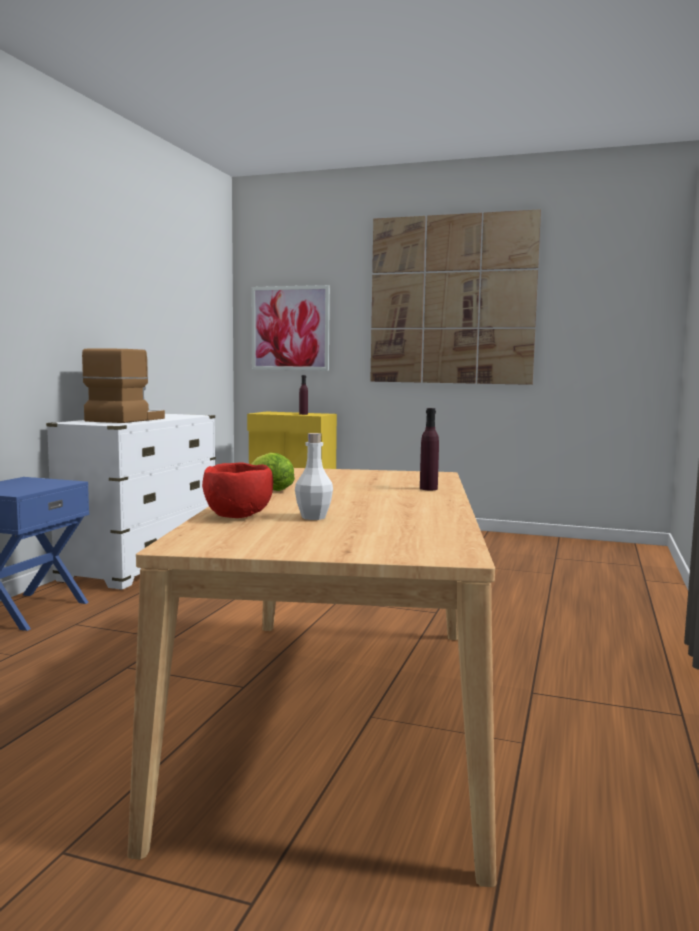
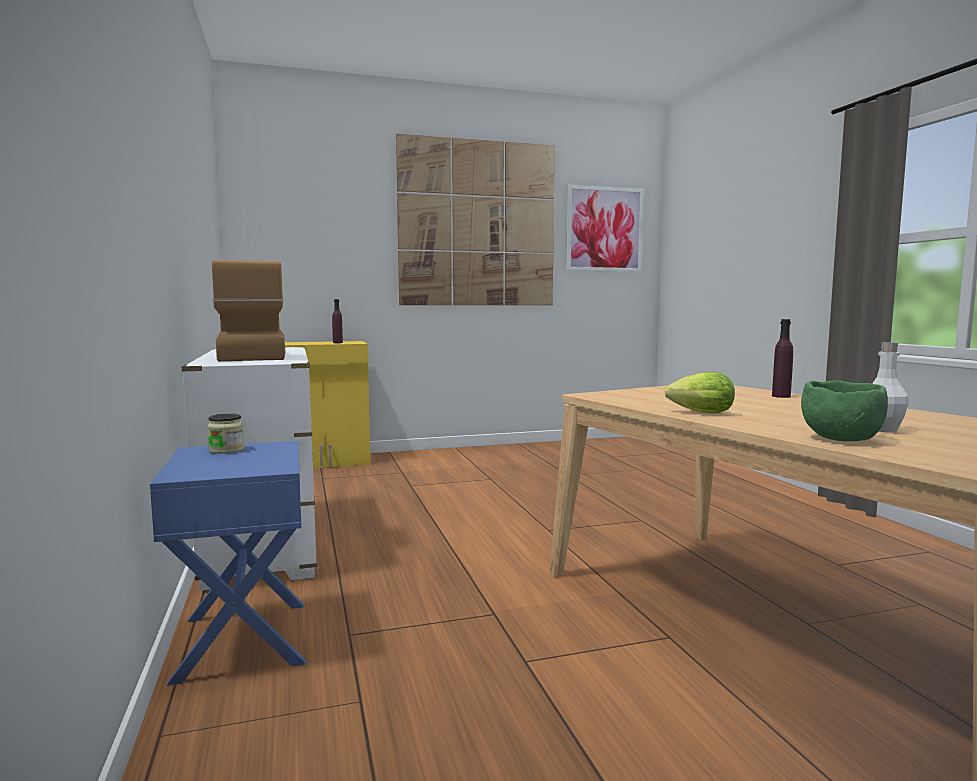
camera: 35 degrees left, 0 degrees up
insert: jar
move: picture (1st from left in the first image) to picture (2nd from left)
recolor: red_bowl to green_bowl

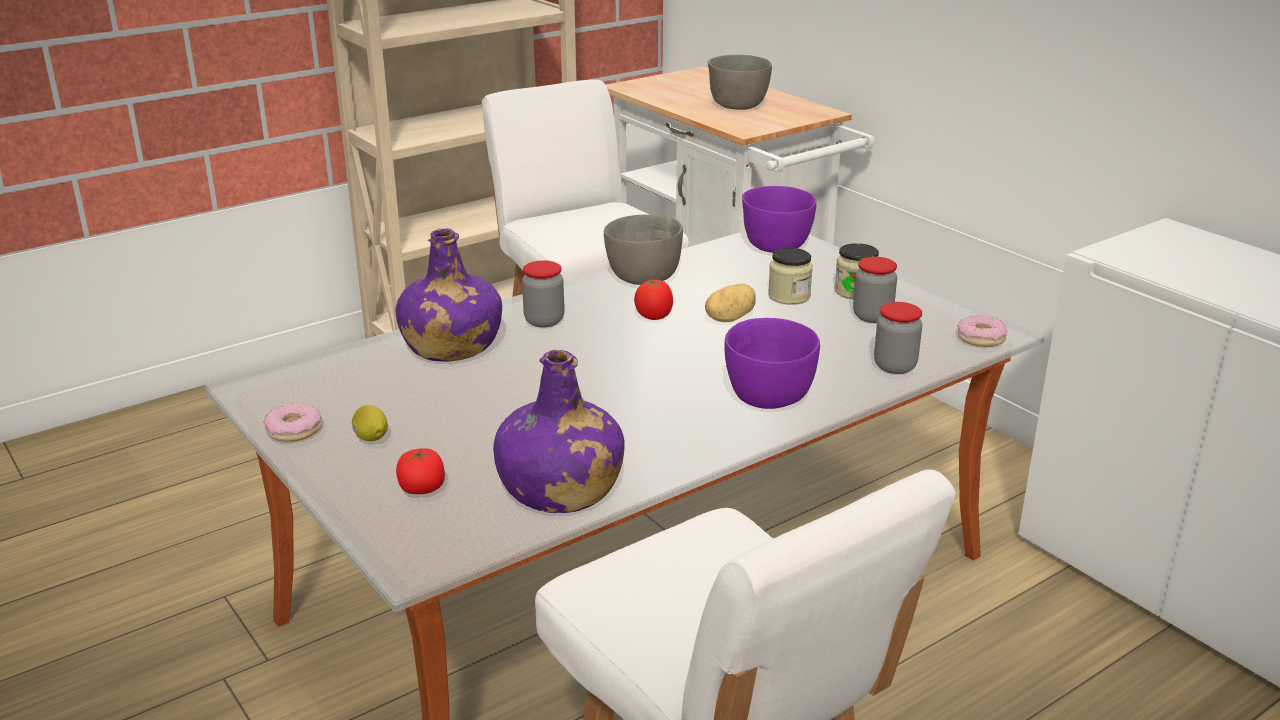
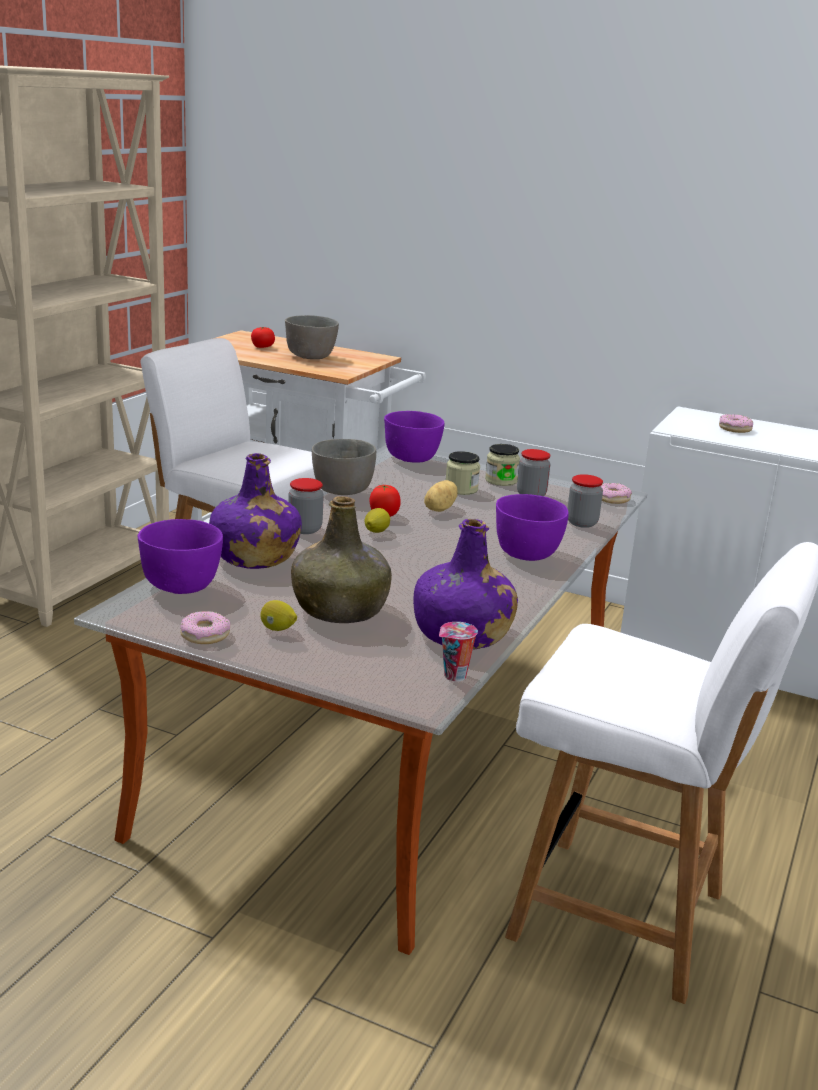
camera: 30 degrees left, 5 degrees down
insert: purple_bowl (1st from left); green_bottle; lemon (2nd from left); cup; donut (3rd from left)
move: tomato (1st from left)

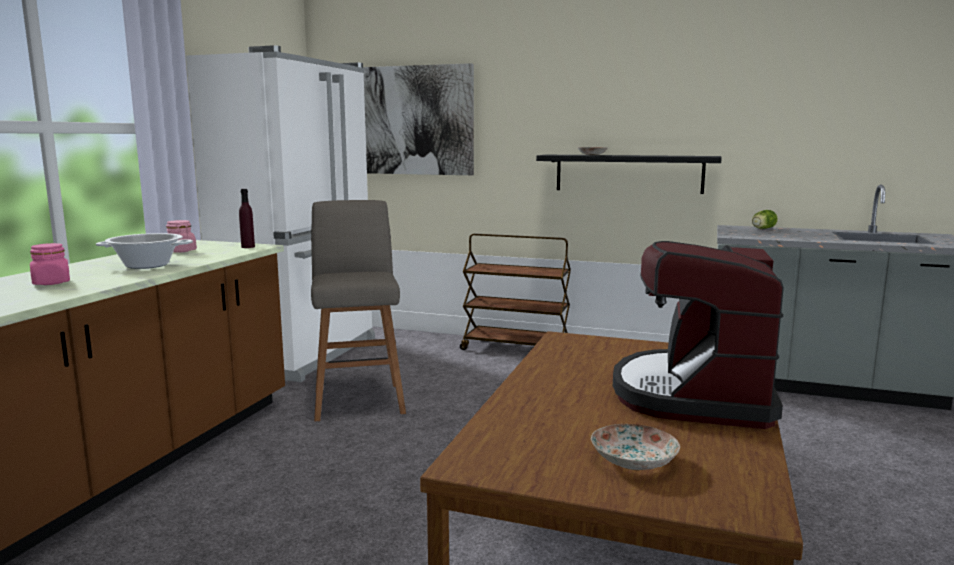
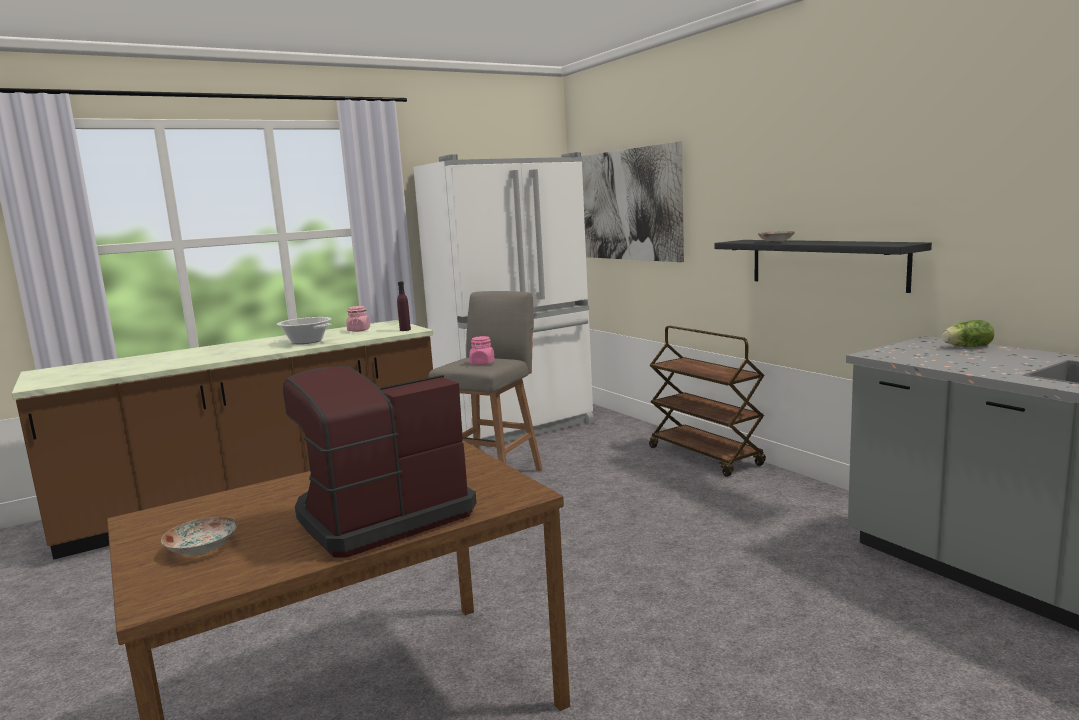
camera: 40 degrees right, 0 degrees up
move: pink_jar (1st from left in the first image) to pink_jar (2nd from left)

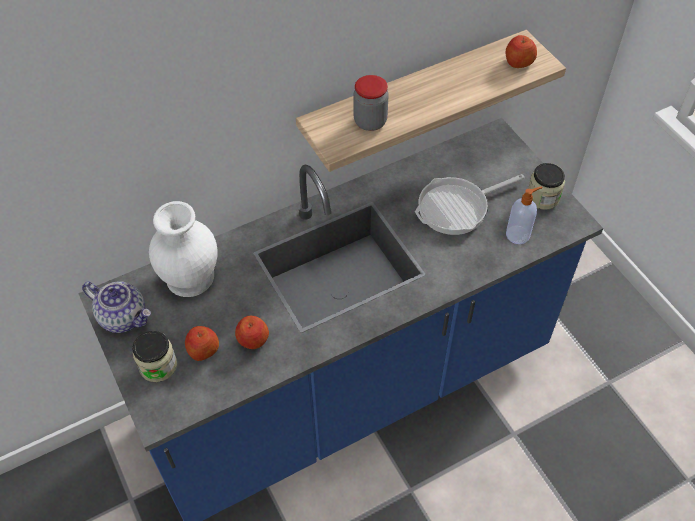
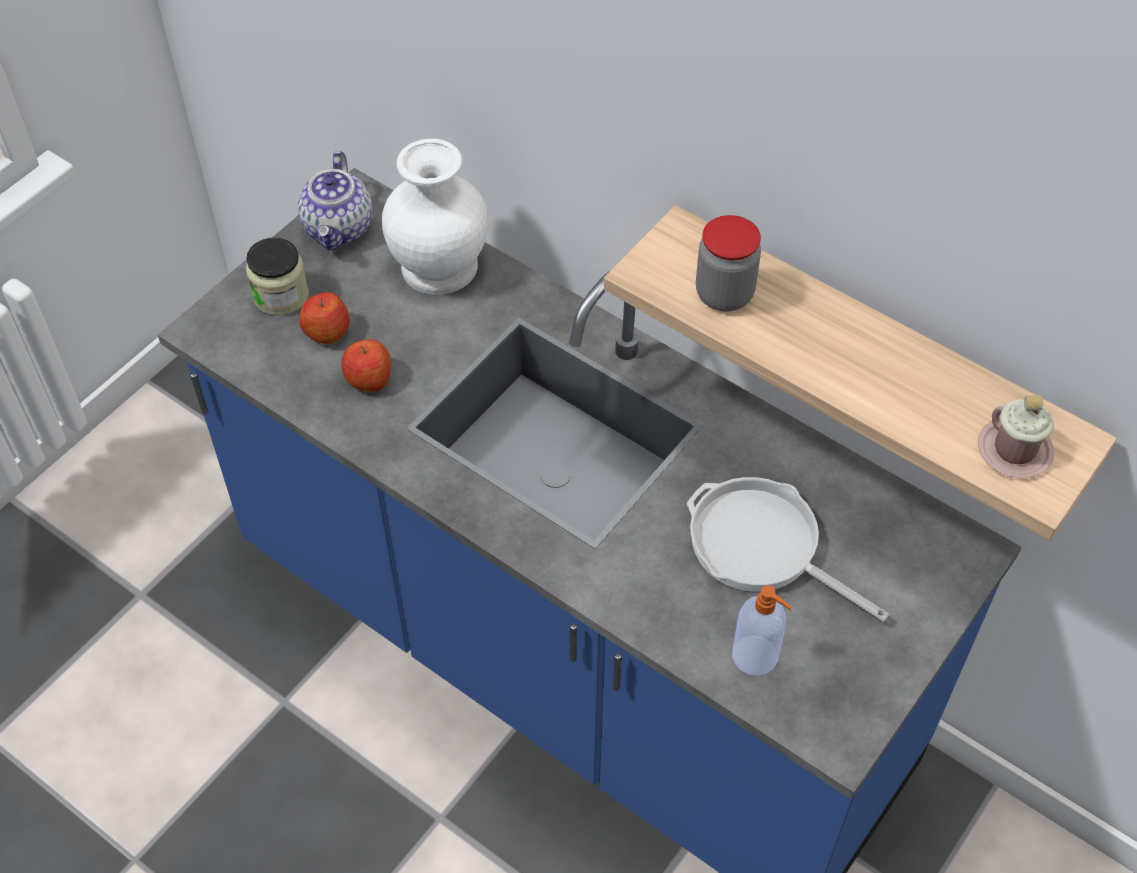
camera: 65 degrees right, 0 degrees up
delete: jar (3rd from left)
replace: apple (3rd from left) to pink_mug

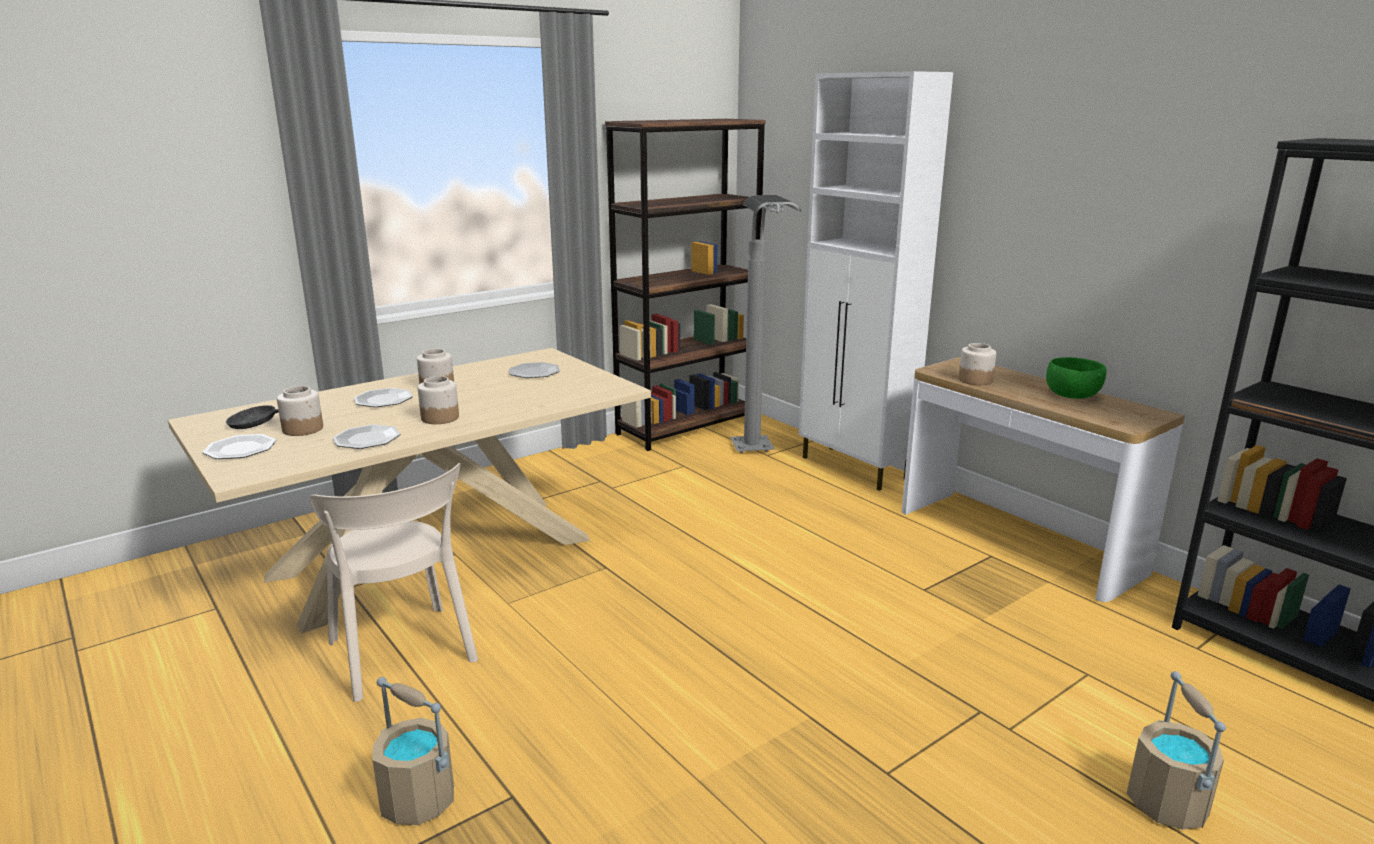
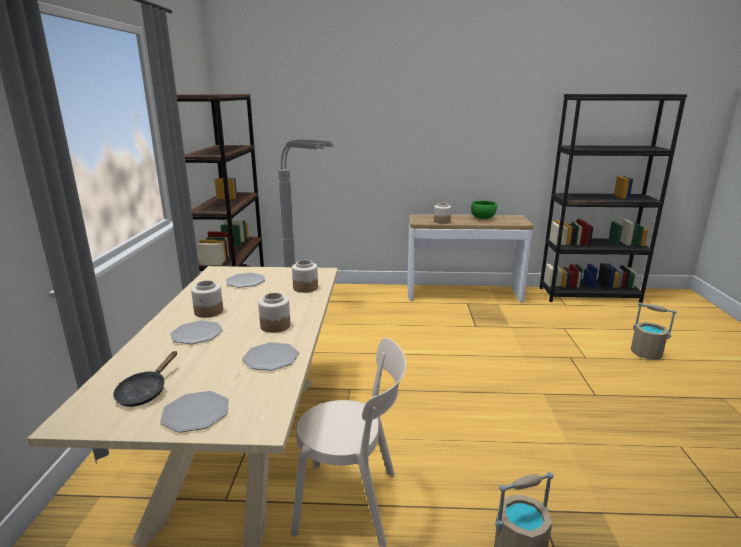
camera: 50 degrees left, 0 degrees up
delete: white_cabinet
move: jar (1st from left in the first image) to jar (3rd from left)

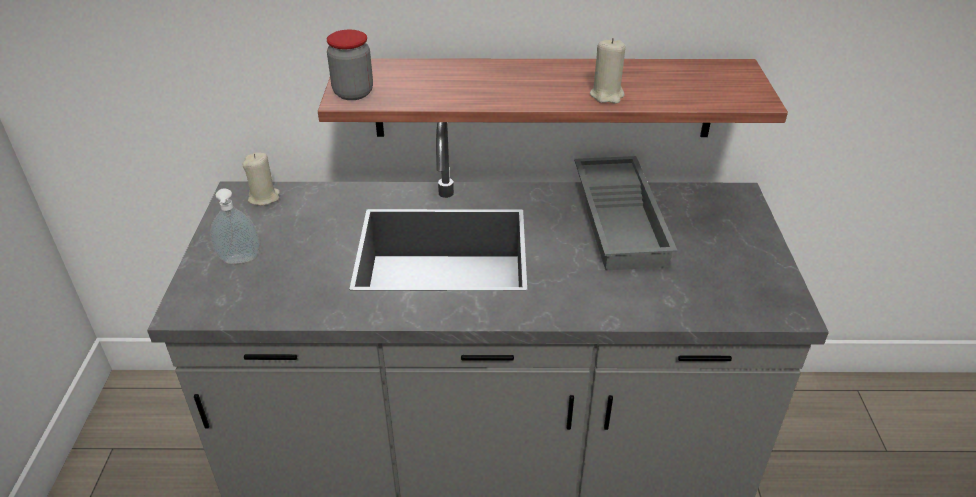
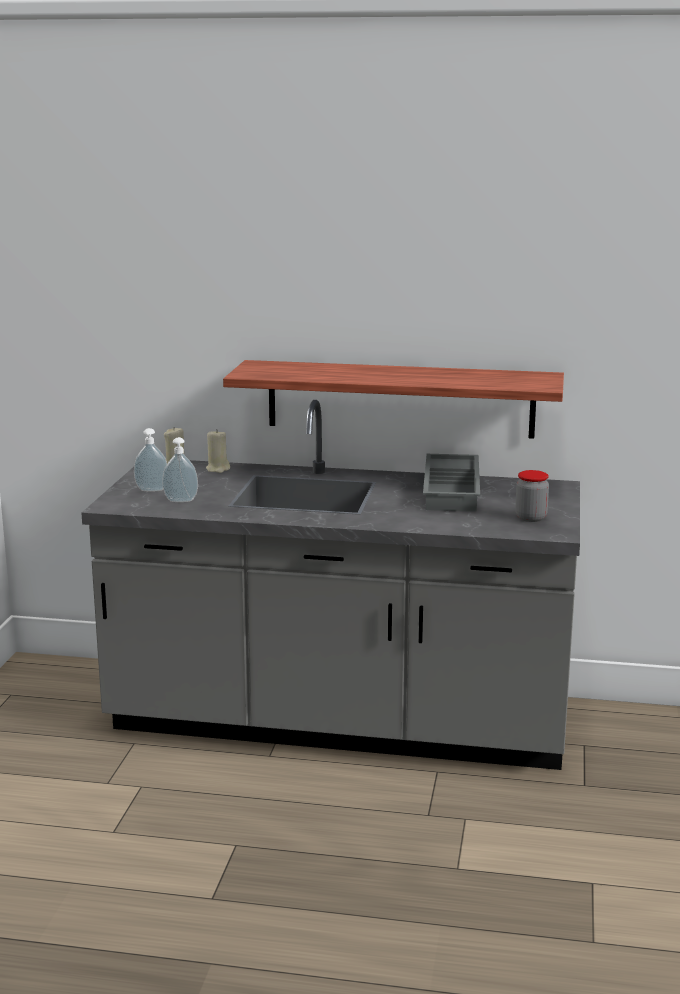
camera: 10 degrees right, 20 degrees down
insert: soap_dispenser (2nd from left)
move: jar; beige_candle (2nd from left)

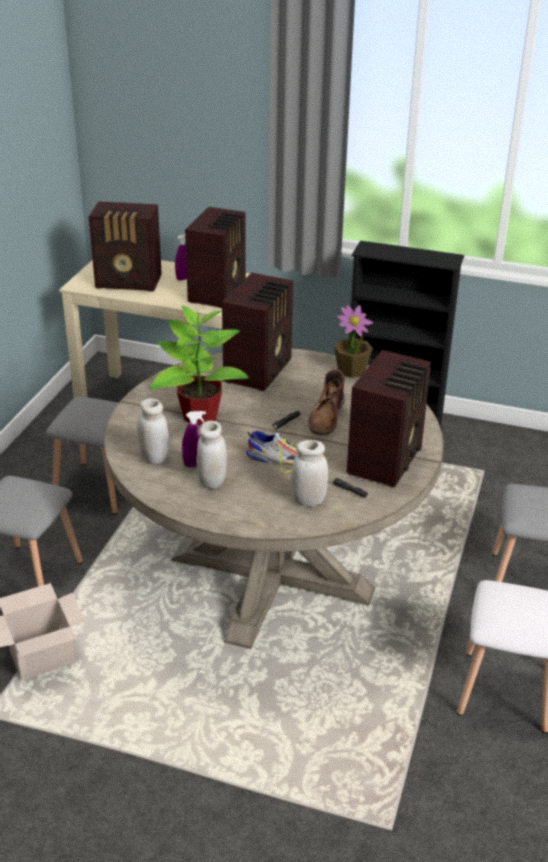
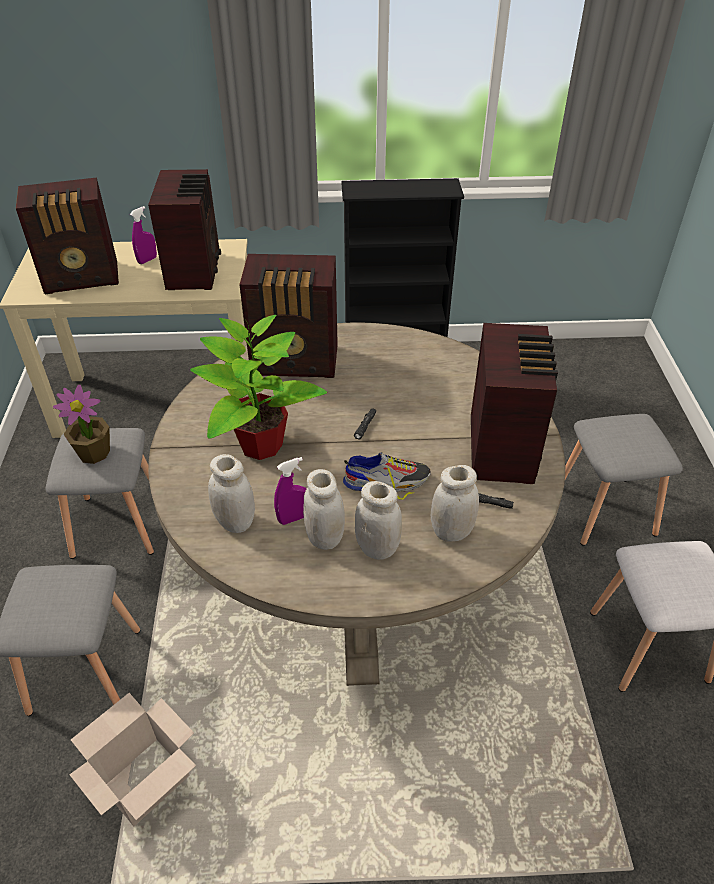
camera: 20 degrees left, 10 degrees up
delete: brown_boot
insert: white_jar (3rd from left)
move: potted_plant (2nd from left in the first image) to potted_plant (1st from left)
rotate: radio (3rd from left) 90 degrees clockwise

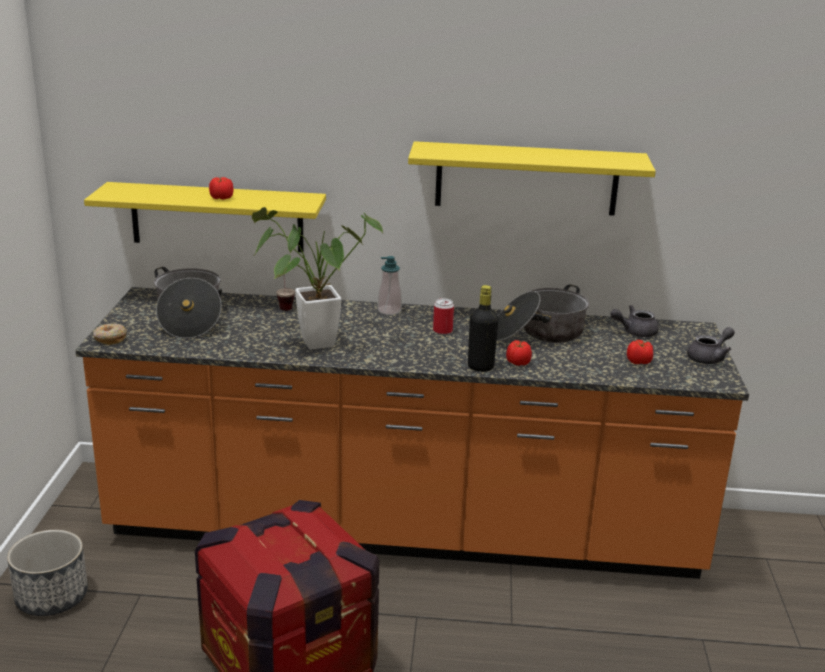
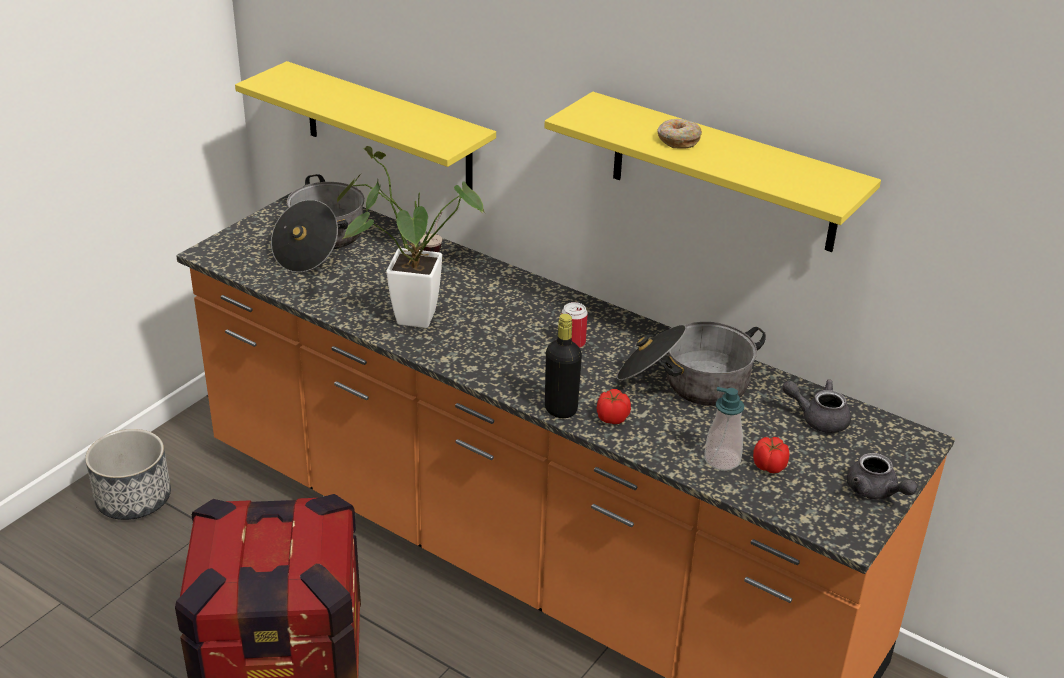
camera: 30 degrees right, 10 degrees up
delete: tomato (1st from left)
move: donut; soap_dispenser
rotate: grey_teapot (2nd from left) 60 degrees clockwise

